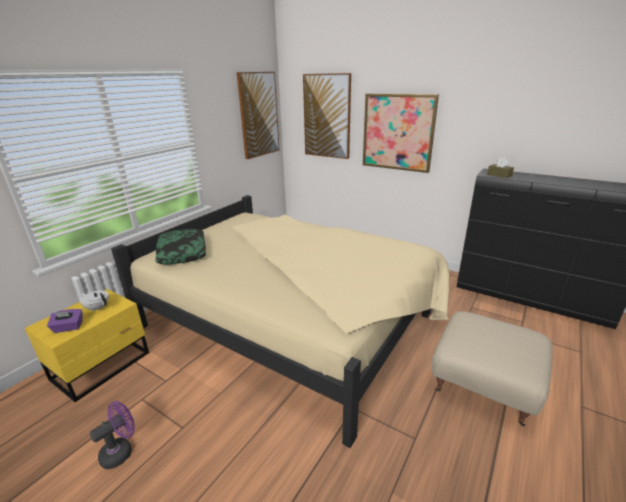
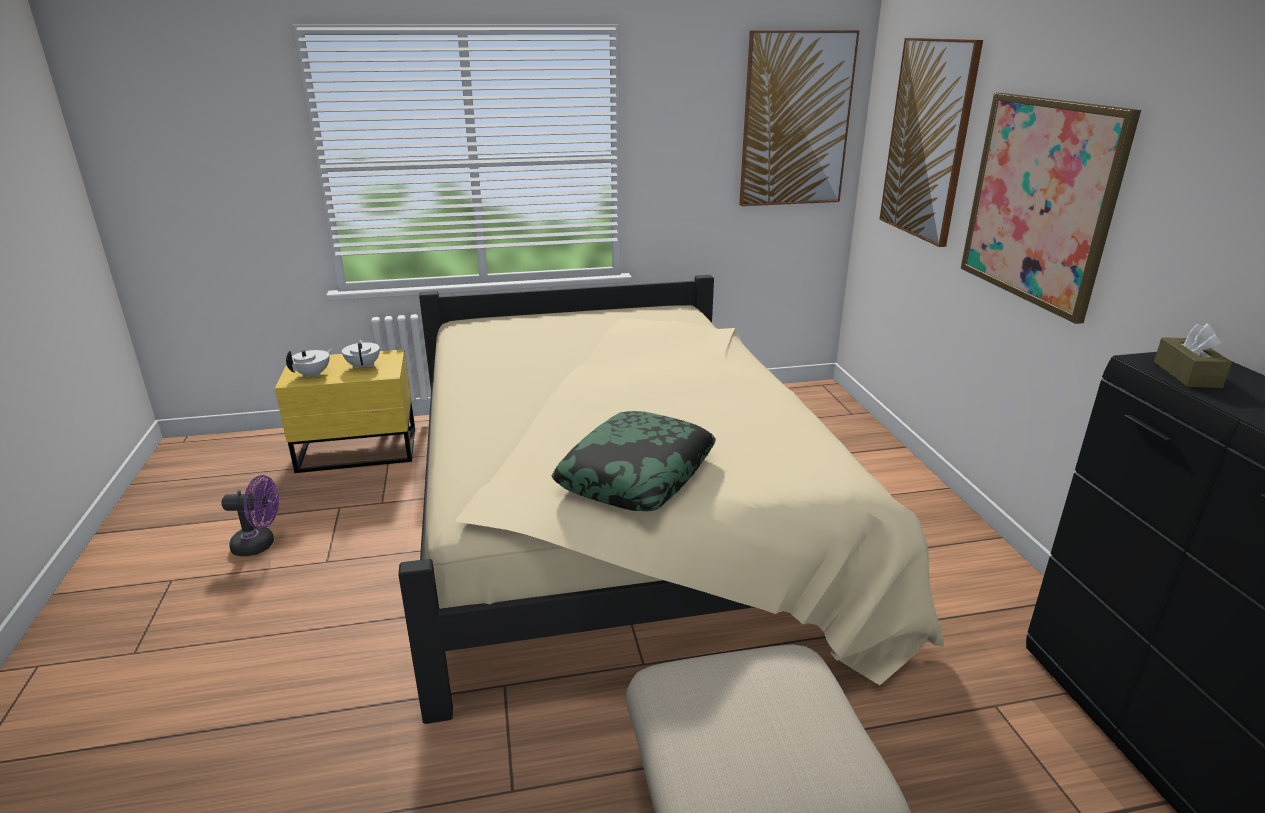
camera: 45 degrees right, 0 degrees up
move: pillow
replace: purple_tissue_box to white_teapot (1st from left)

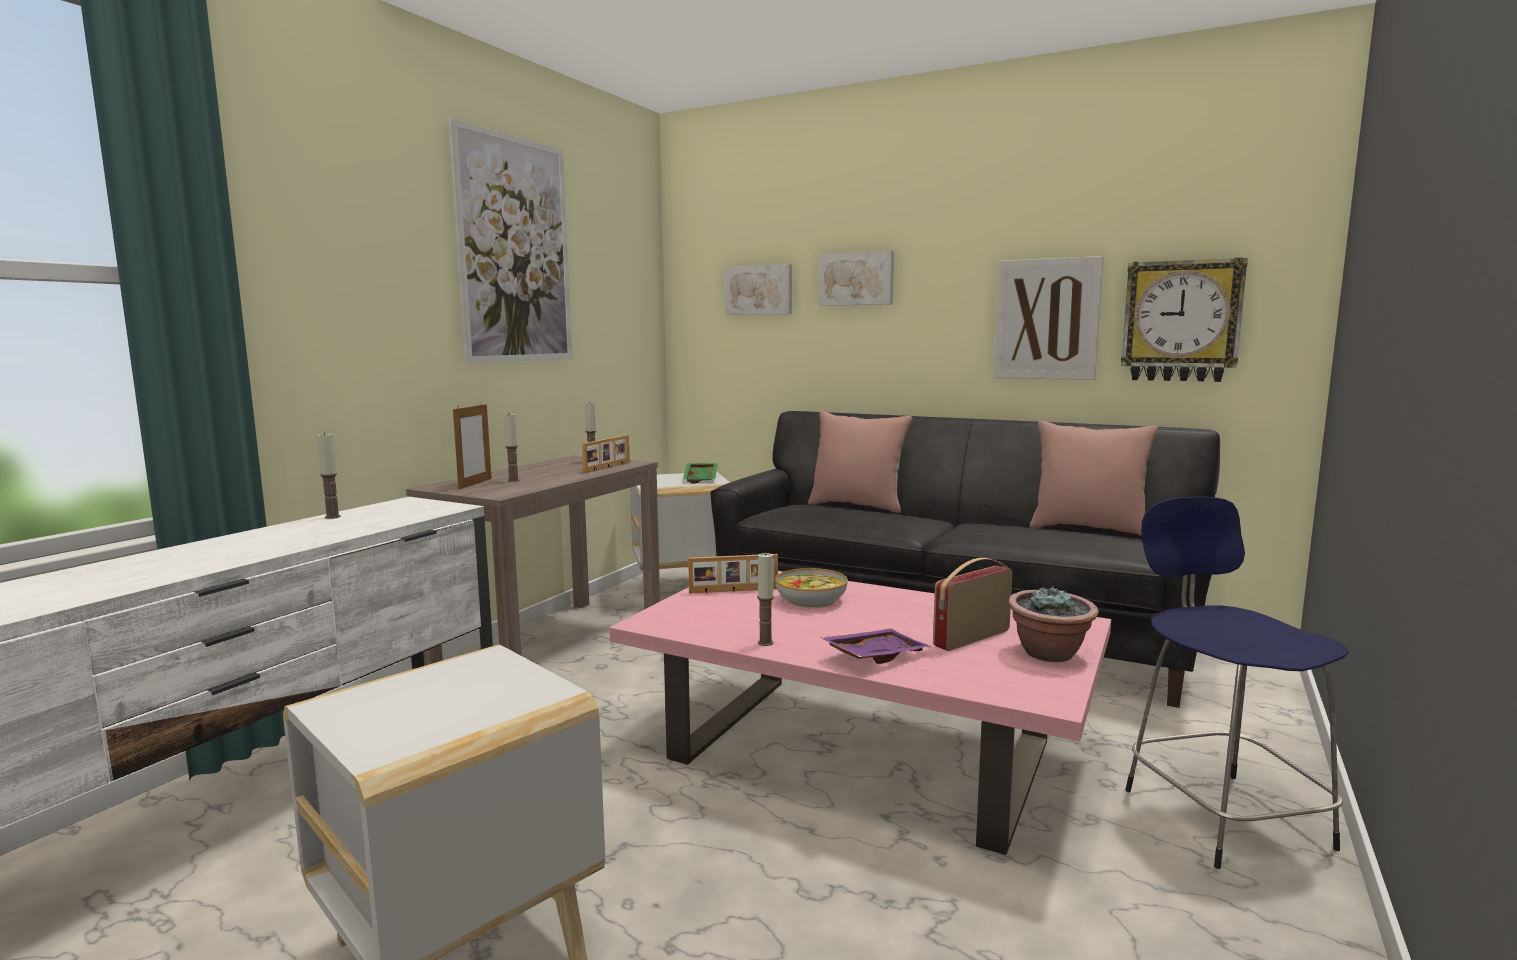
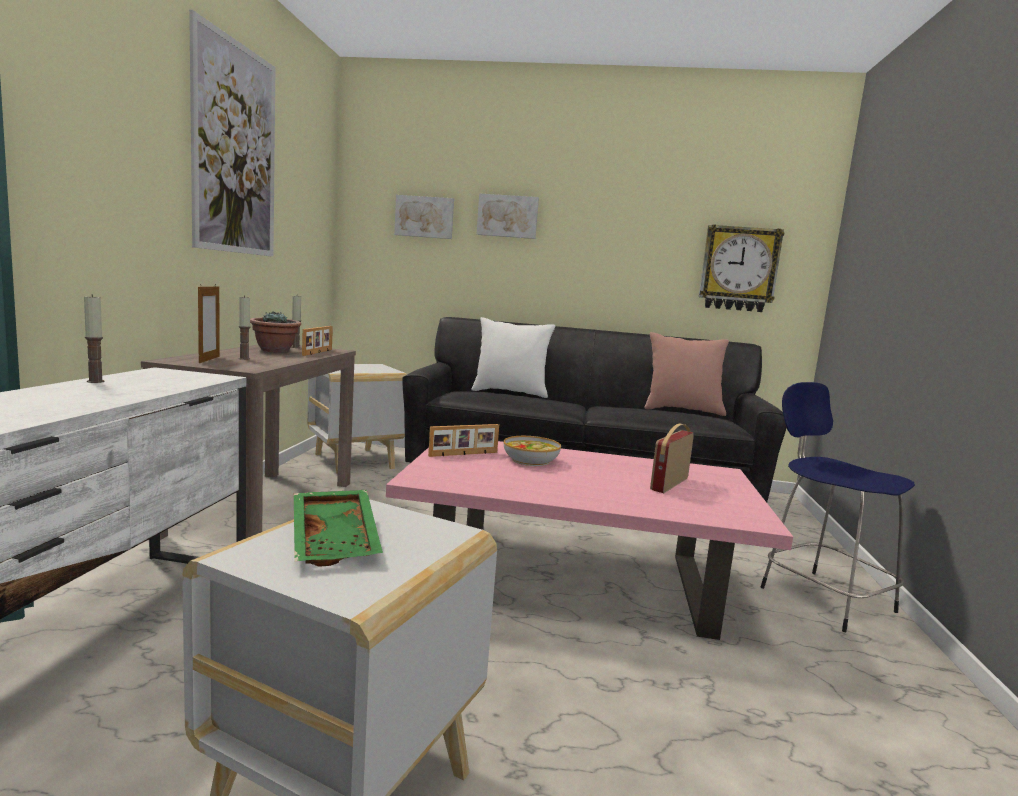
camera: 20 degrees left, 0 degrees up
delete: candle (4th from left); purple_tray; picture (4th from left)
move: green_tray; potted_plant
recolor: pink_pillow (1st from left) to white_pillow

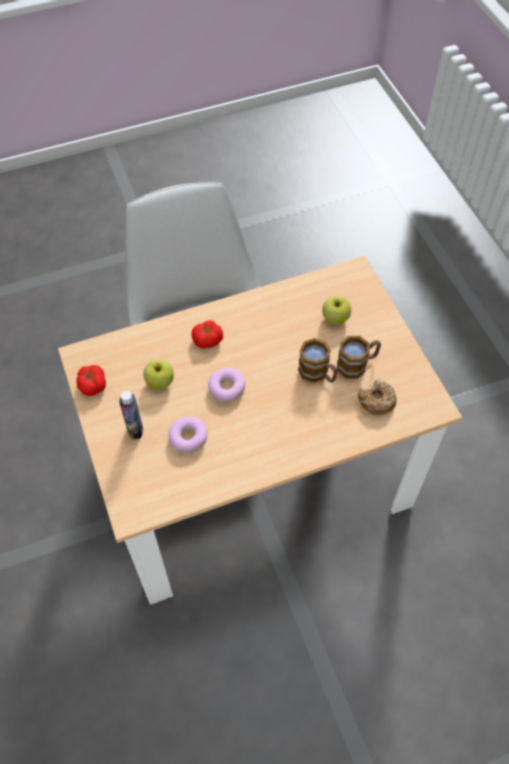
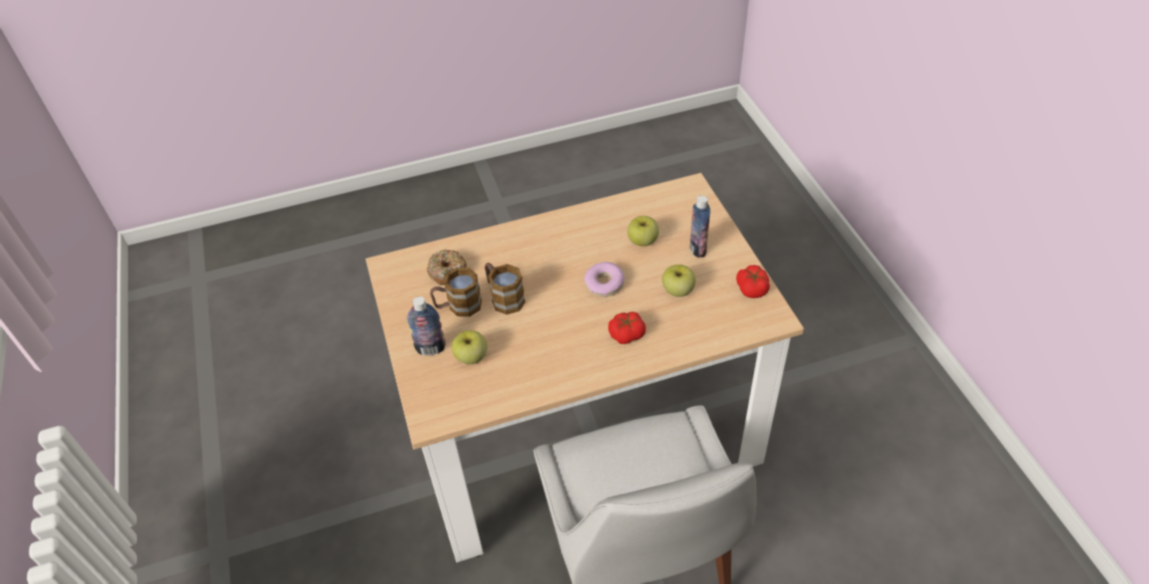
camera: 175 degrees left, 10 degrees down
insert: bottle (1st from left)
replace: donut (1st from left) to apple (2nd from left)

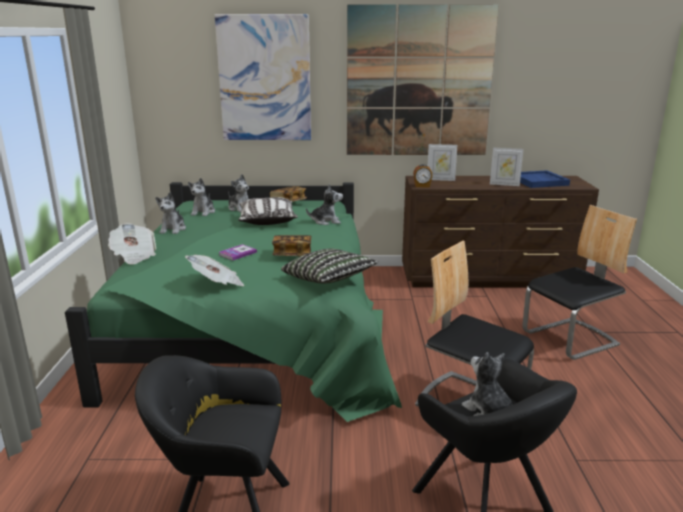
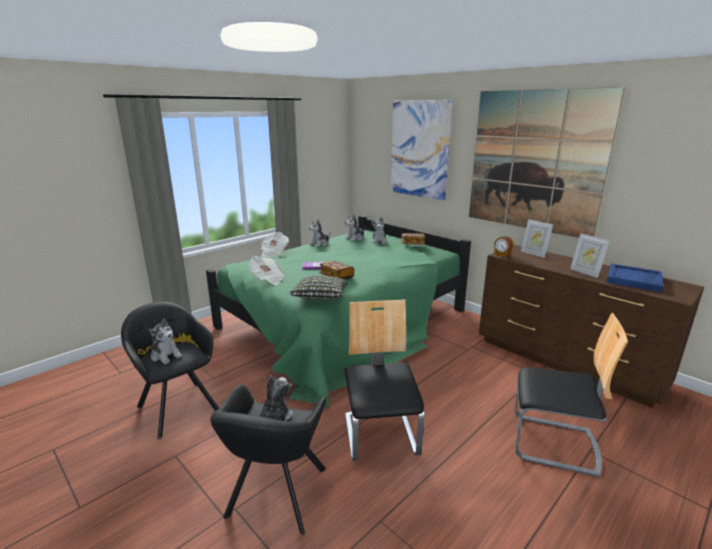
camera: 45 degrees right, 0 degrees up
delete: pillow (1st from left)
move: plush_toy (4th from left in the first image) to plush_toy (1st from left)

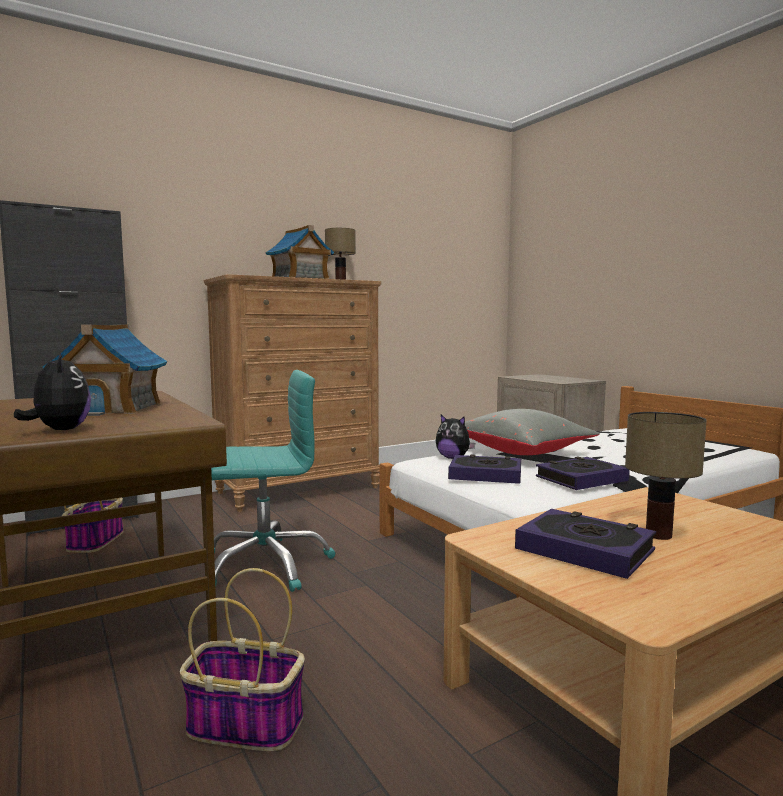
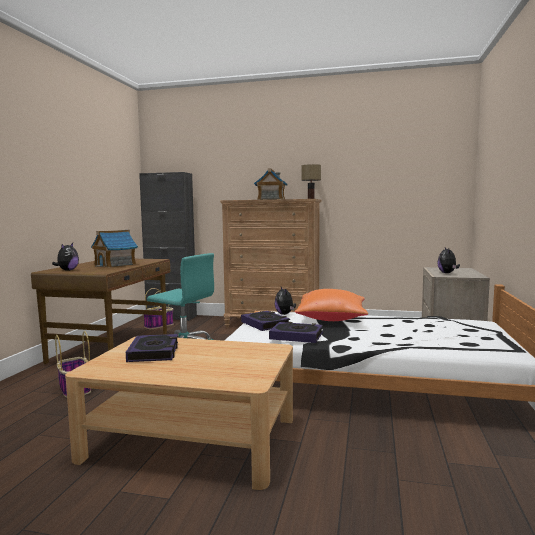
camera: 45 degrees right, 0 degrees up
delete: table_lamp (2nd from left)
insert: plush_toy (3rd from left)
recolor: grey_pillow to orange_pillow

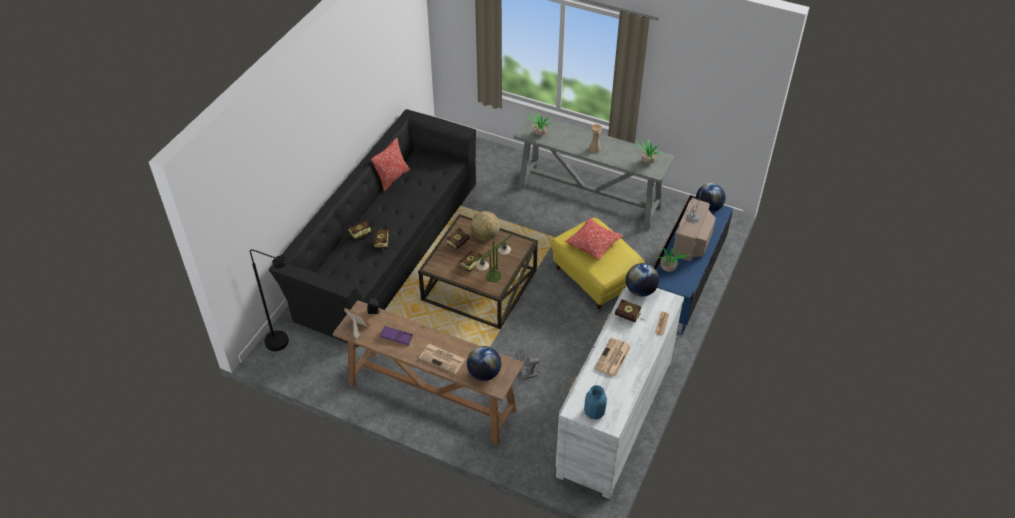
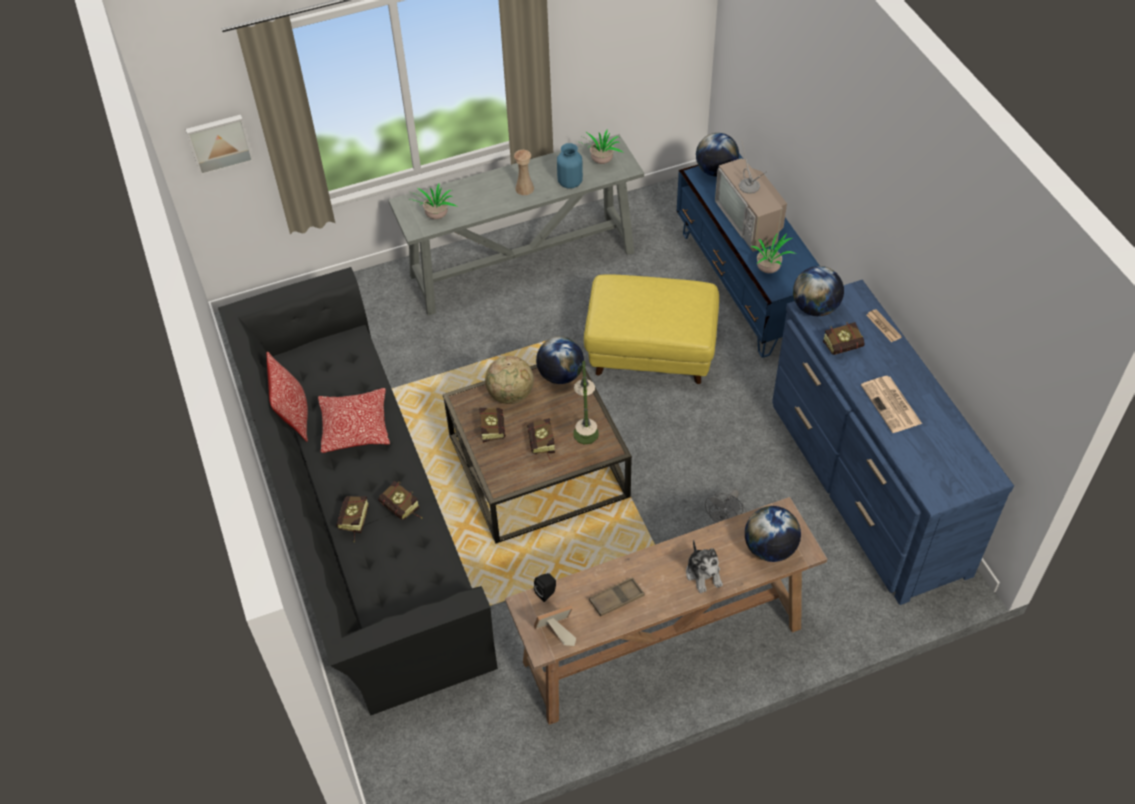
camera: 45 degrees left, 5 degrees up
delete: black_floor_lamp
insert: picture; globe (2nd from left)
move: pillow (2nd from left); blue_vase
replace: newspaper (1st from left) to plush_toy
recolor: purple_tray to brown_tray; white_dresser to blue_dresser

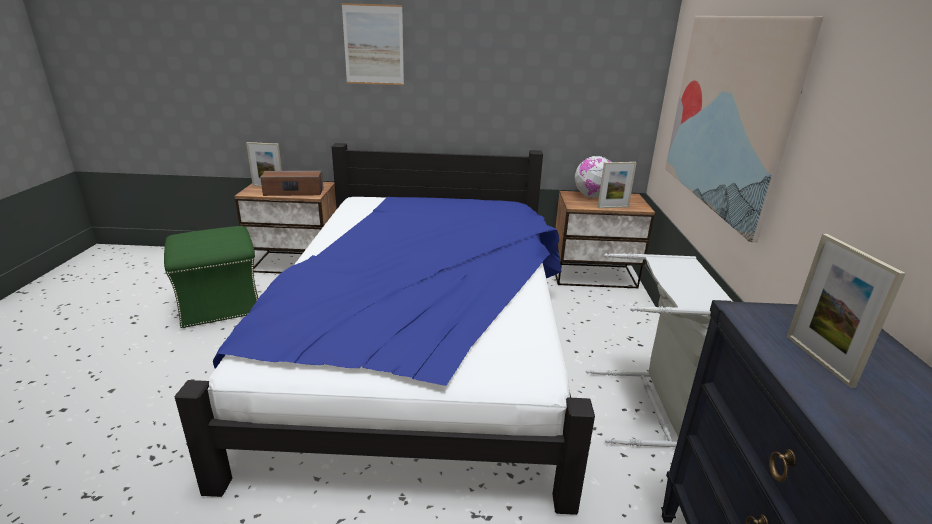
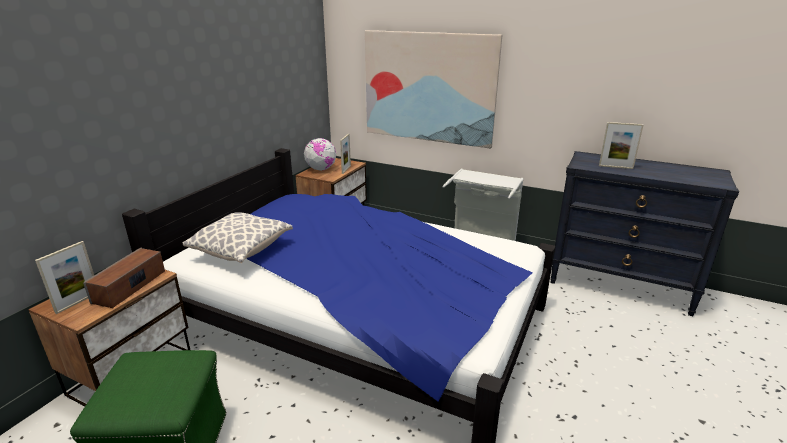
camera: 65 degrees left, 0 degrees up
delete: picture (1st from left)
insert: pillow

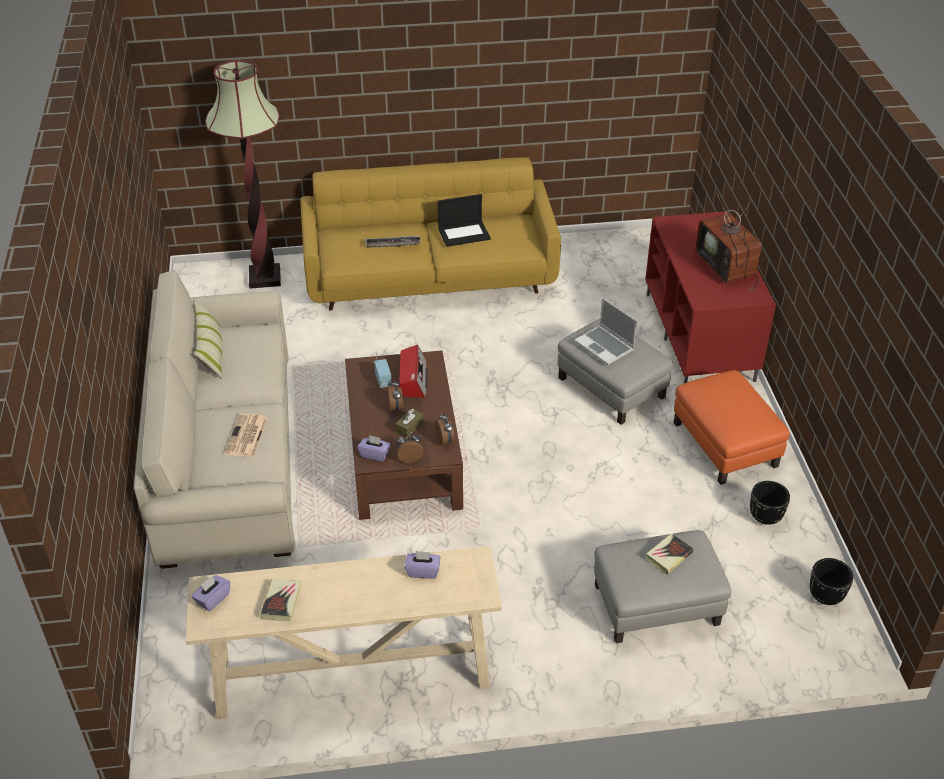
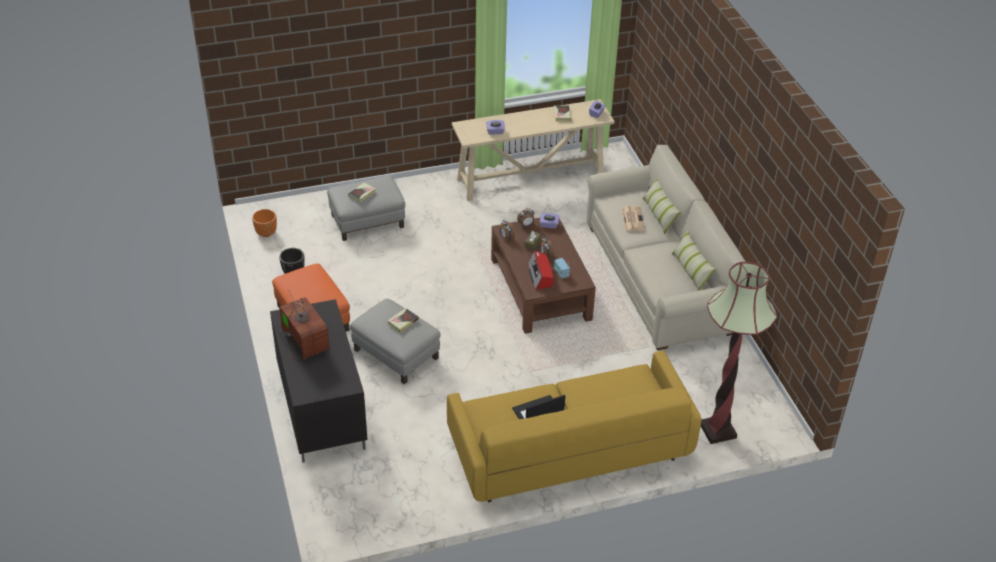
camera: 170 degrees right, 0 degrees up
delete: tray
insert: pillow (1st from left)
replace: laptop (2nd from left) to book (2nd from left)
recolor: red_tv_stand to black_tv_stand; black_planter (2nd from left) to orange_planter

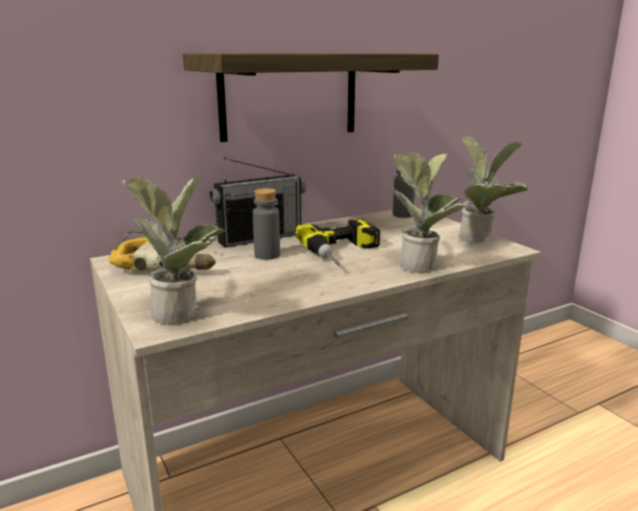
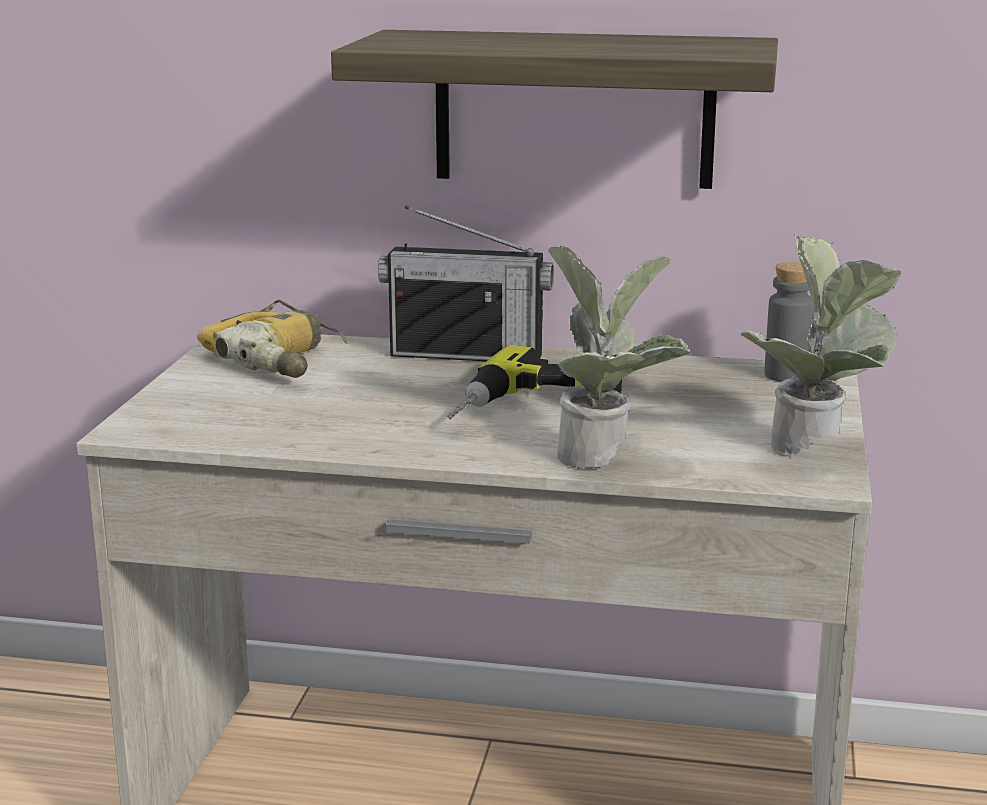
camera: 40 degrees right, 0 degrees up
delete: potted_plant (1st from left); grey_bottle (1st from left)

